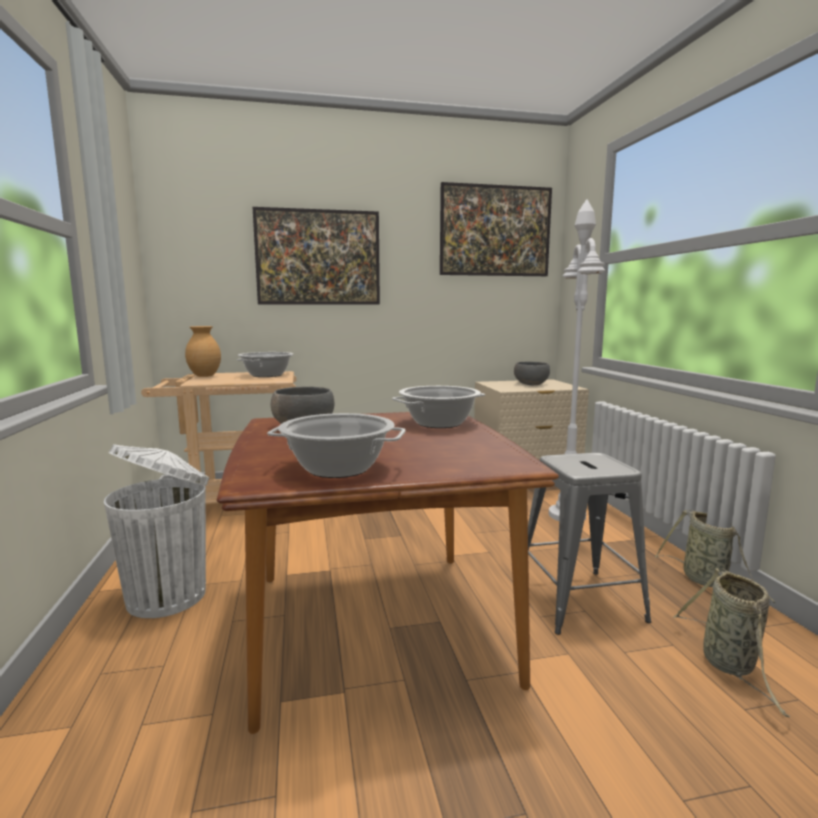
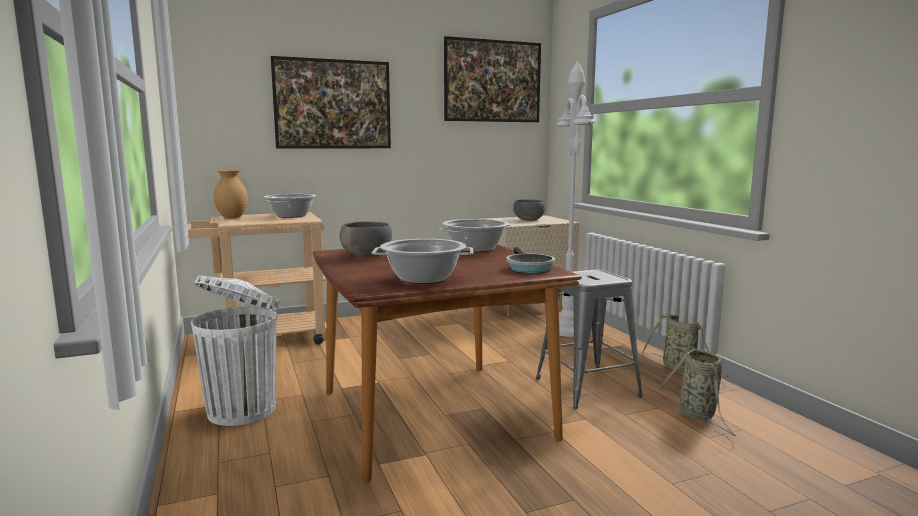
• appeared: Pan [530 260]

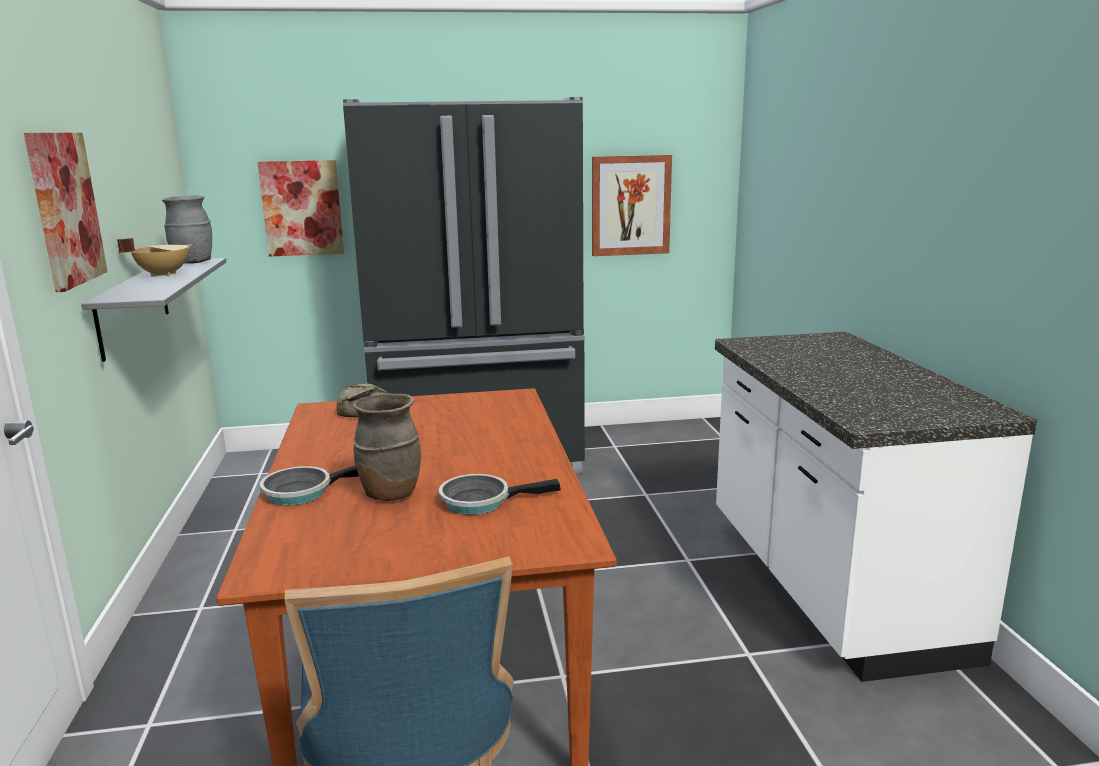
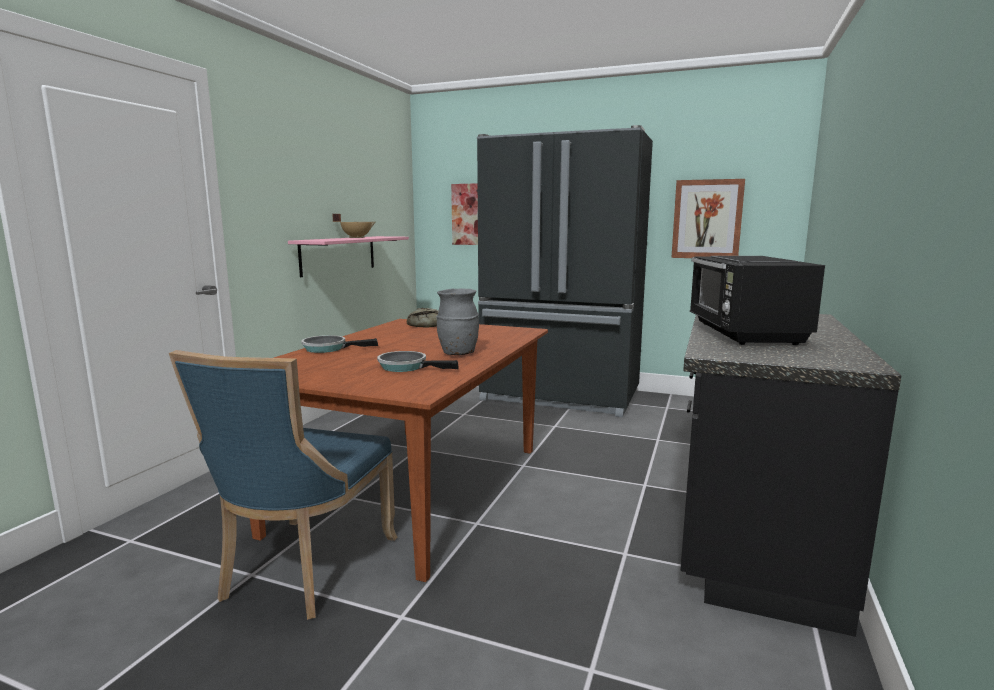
• missing: WallPicture [66 212]
• colour: GrayShelf [153 310] to PinkColouredShelf [348 256]
• relocated: GrayDecorativeVase [187 229] to [457 322]
• missing: BrownDecorativeVase [387 447]
• colour: WhiteColouredCounter [876 507] to BlackCounter [790 475]
• appeared: BlackMicrowaveOven [757 300]

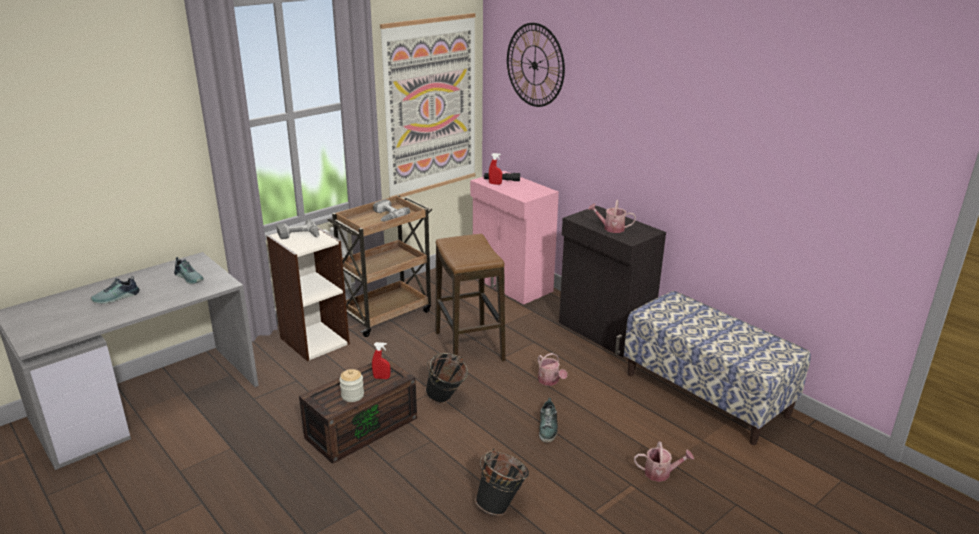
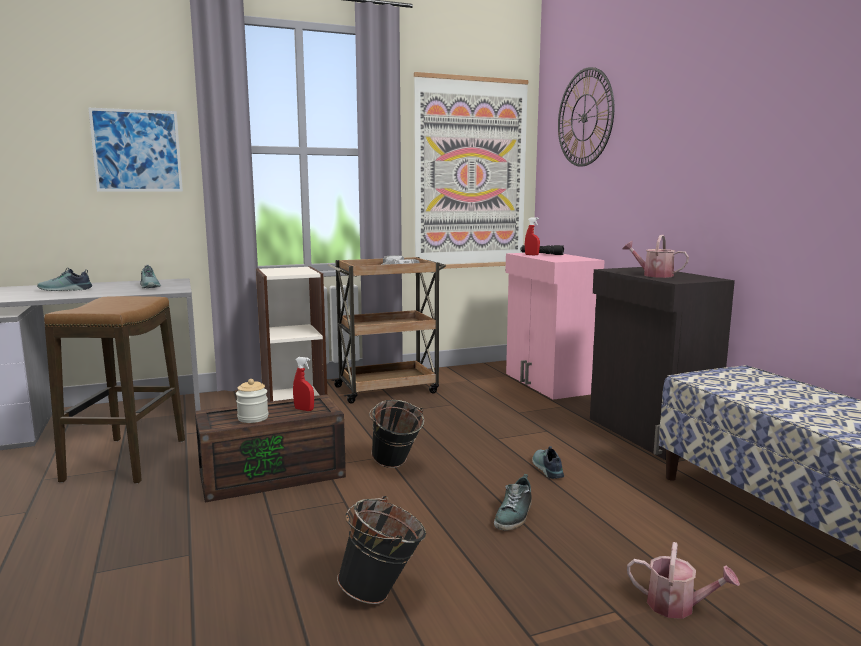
• missing: ElectricDrill [298 229]
• relocated: Stool [470 298] to [114 390]
• exchanged: SprinklingCan [552 369] to ItemOfFootwear [548 462]
• appeared: WallPicture [135 150]

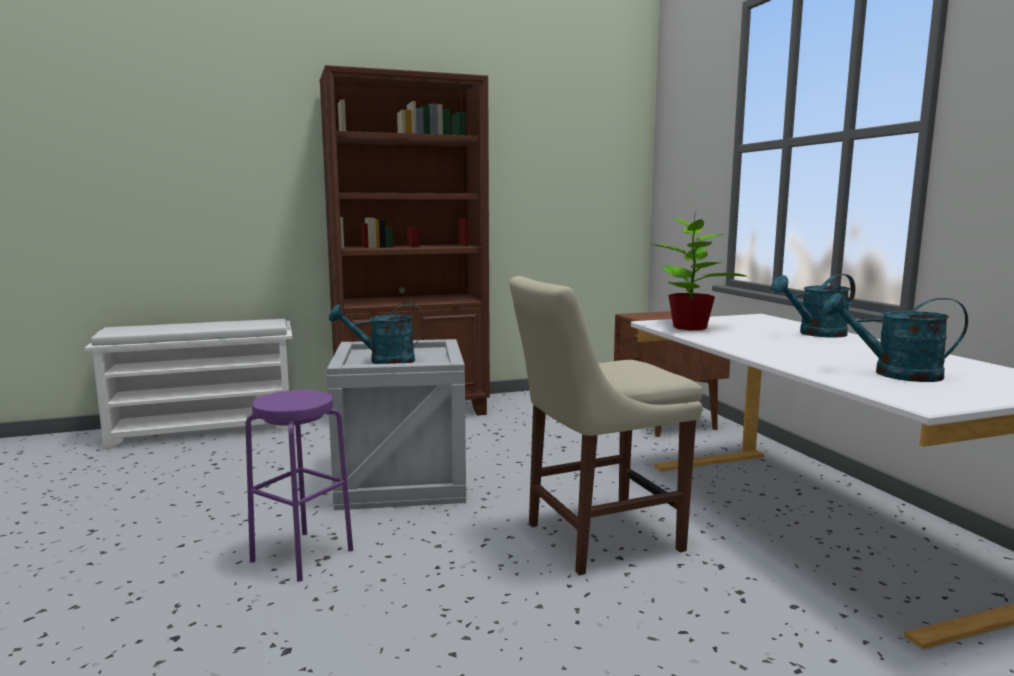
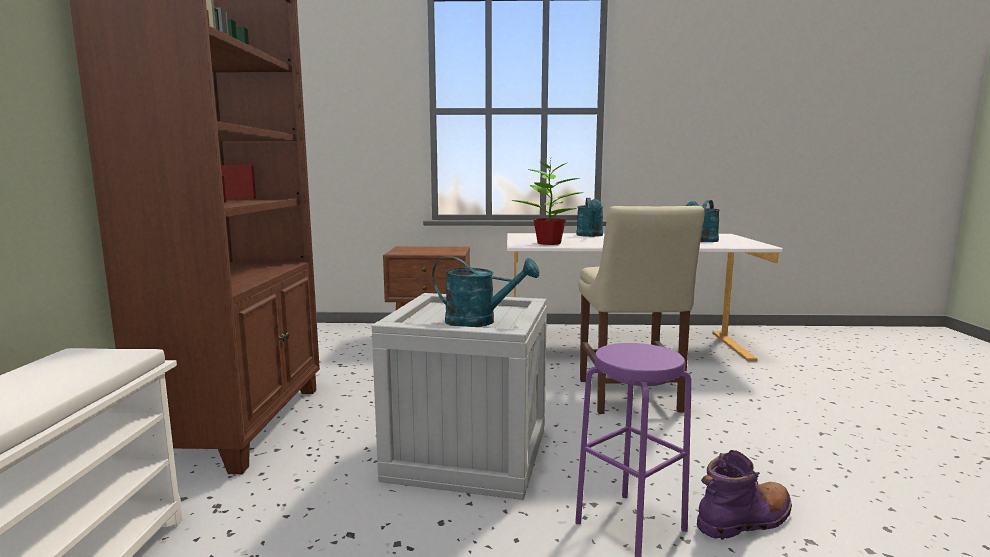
• spun: TurquoiseColouredSprinklingCan [377 334] = [485 291] 90 degrees counterclockwise
• appeared: PurplishHighTopBoot [744 495]

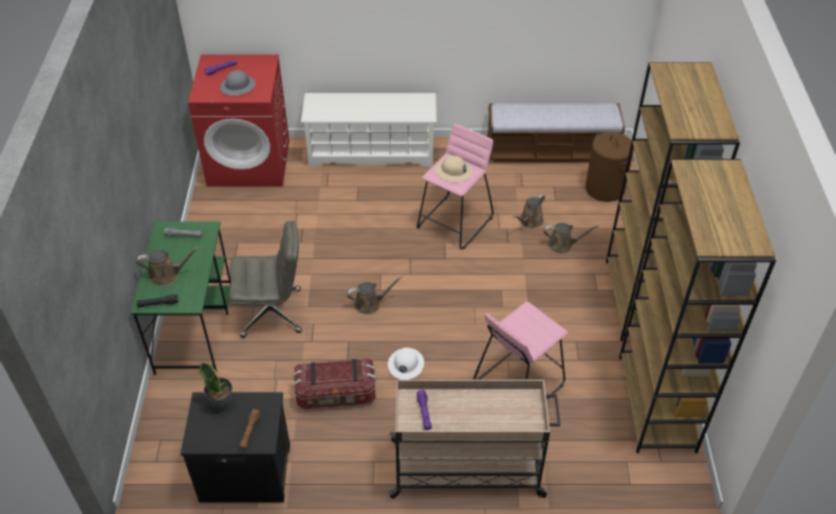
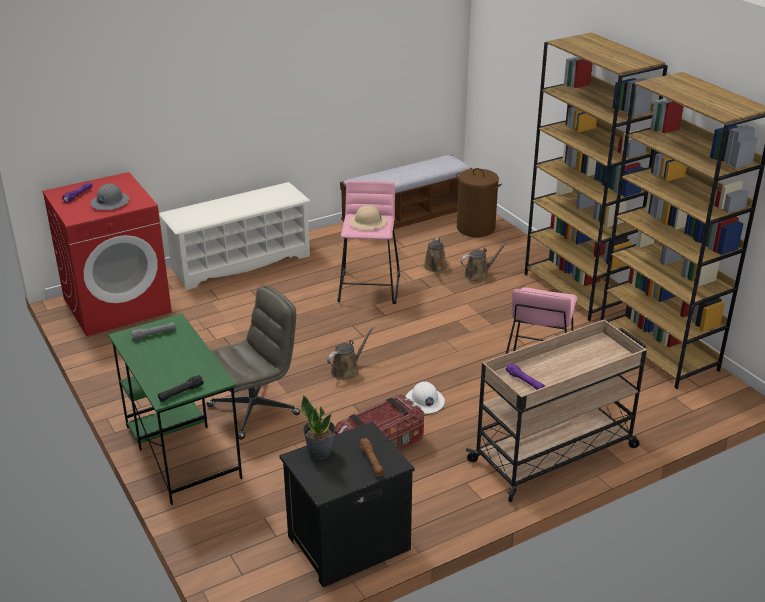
• missing: BrownSprinklingCan [167 266]

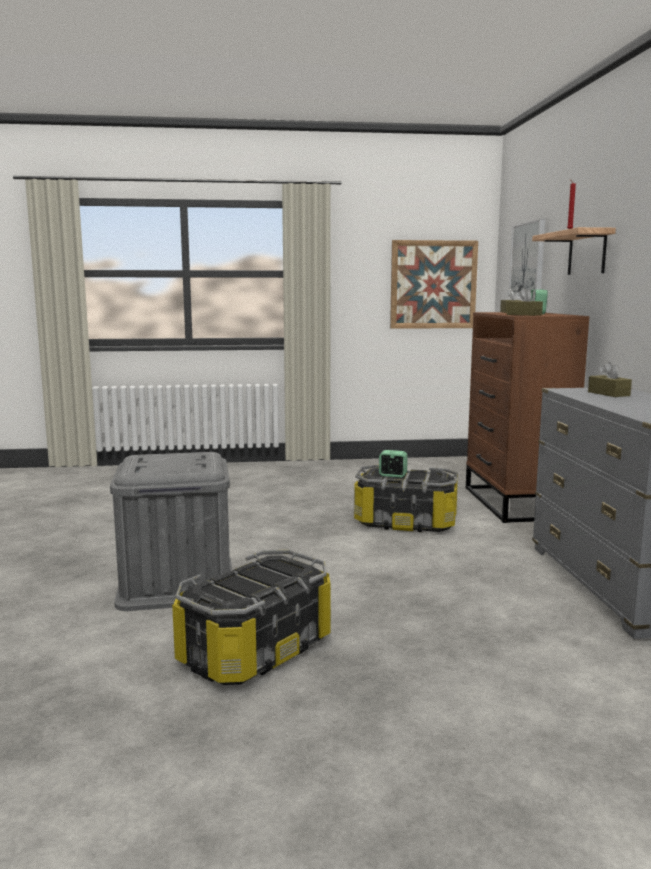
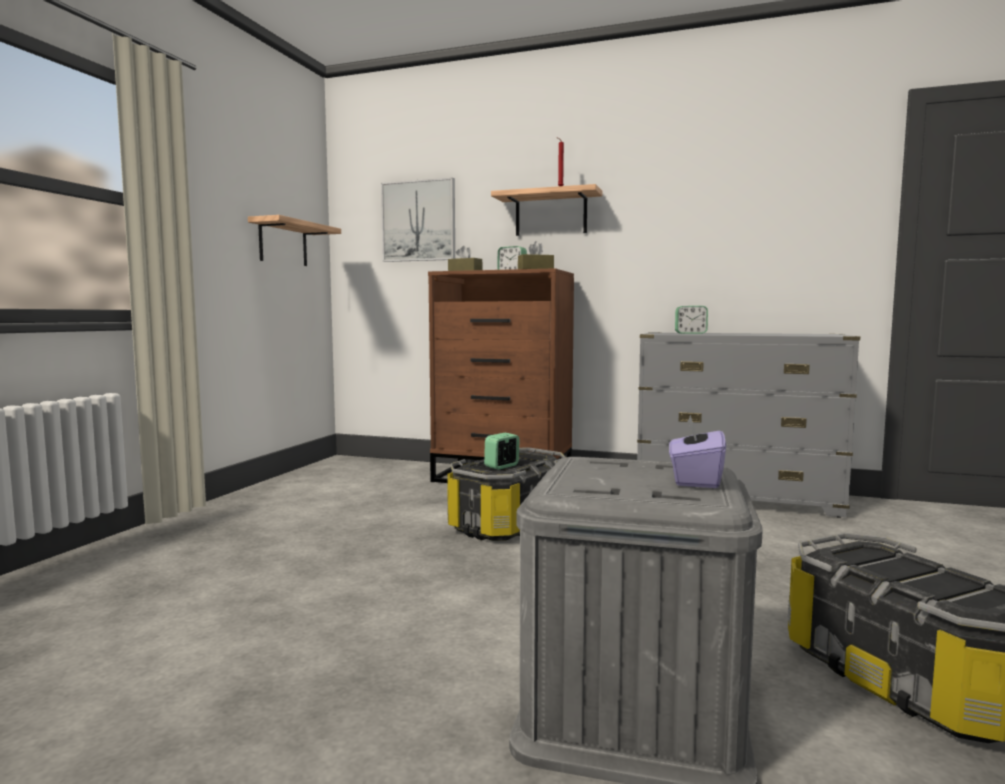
• exchanged: WallPicture [434 284] to Shelf [294 240]
• exchanged: BrownTissueHolder [610 379] to AlarmClock [691 320]
• appeared: PurplishTissueHolder [697 451]

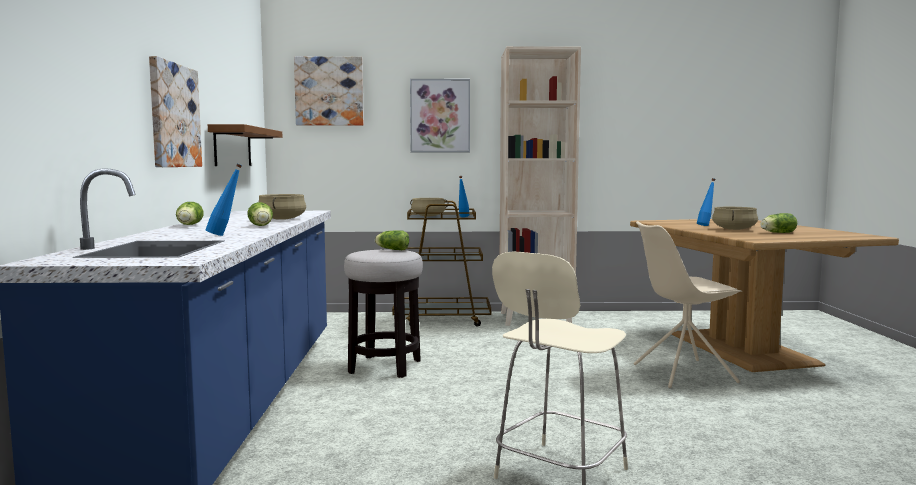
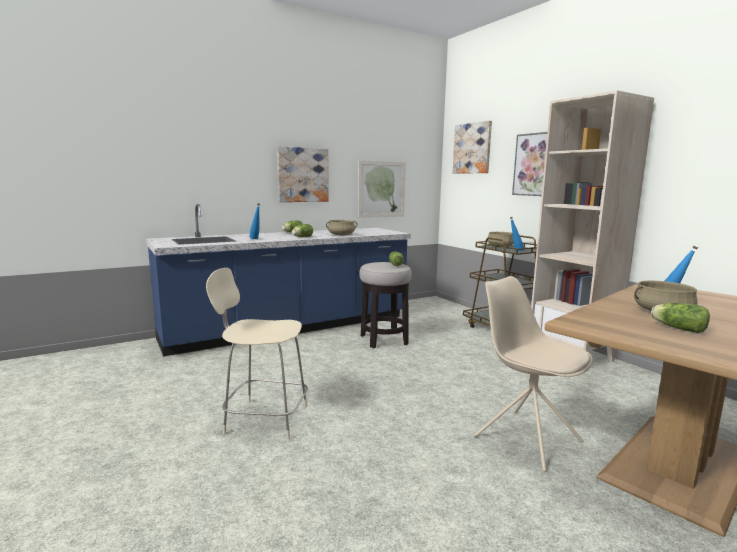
• exchanged: BrownShelf [245 145] to WallPicture [382 189]

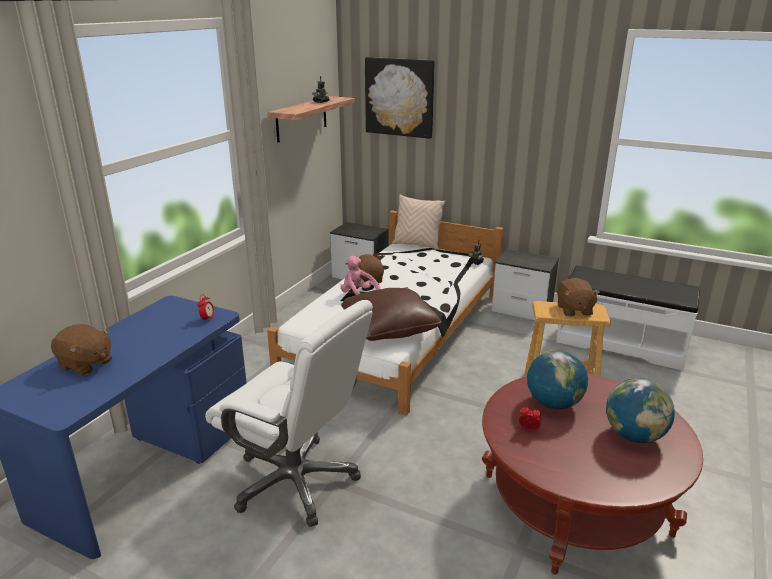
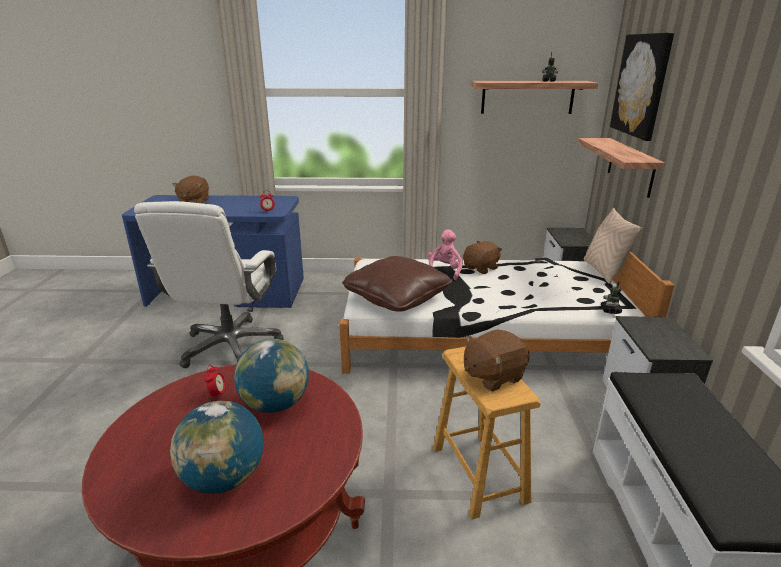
• appeared: Shelf [621 168]

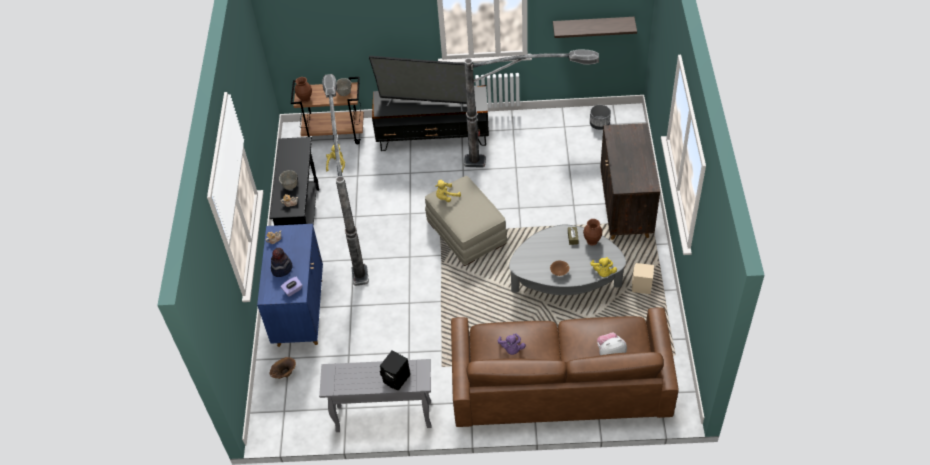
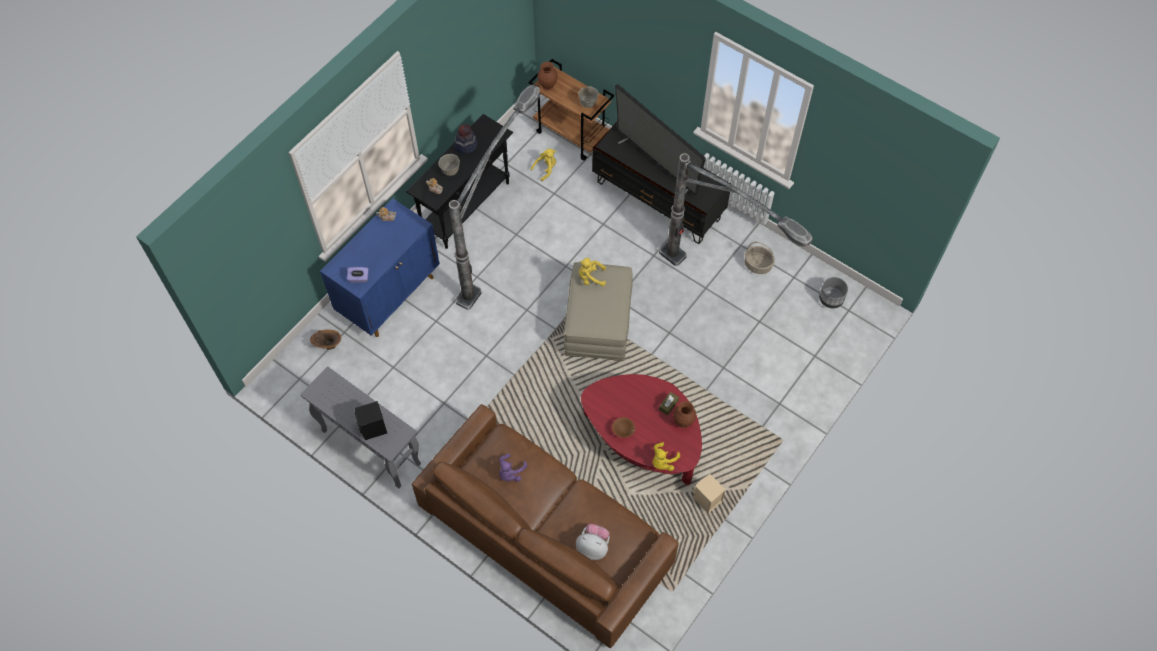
• relocated: Hat [282 262] to [466 139]
• colour: GrayLowTable [567 259] to RedLowTable [641 429]
• missing: Shelf [595 27]
• missing: BrownCabinet [630 181]
• appeared: Basket [760 258]

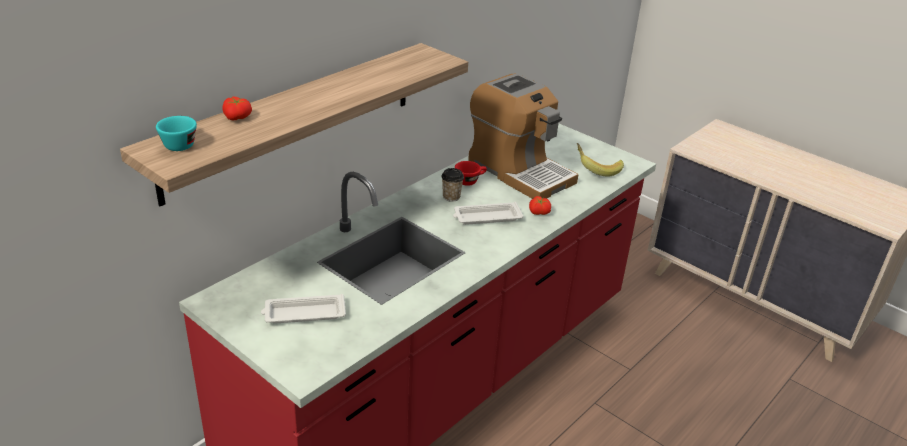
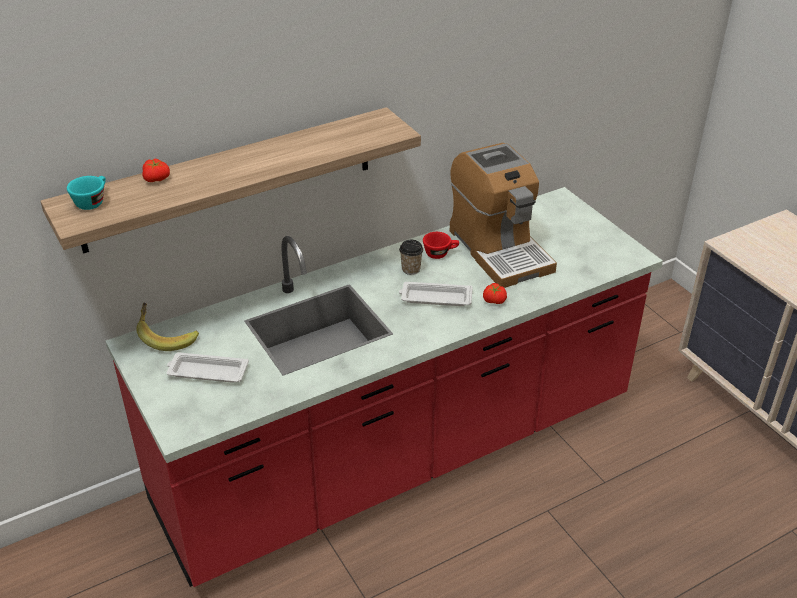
• relocated: Banana [600 160] to [167 327]

